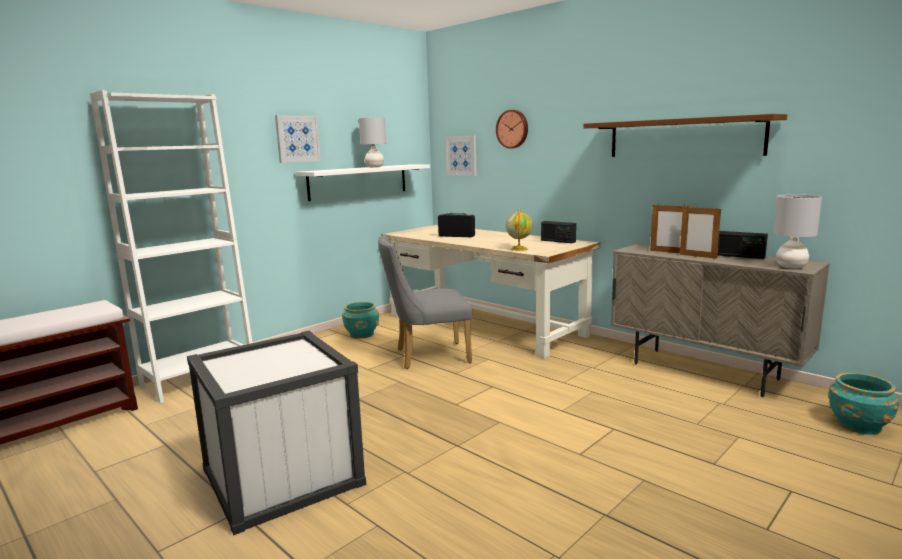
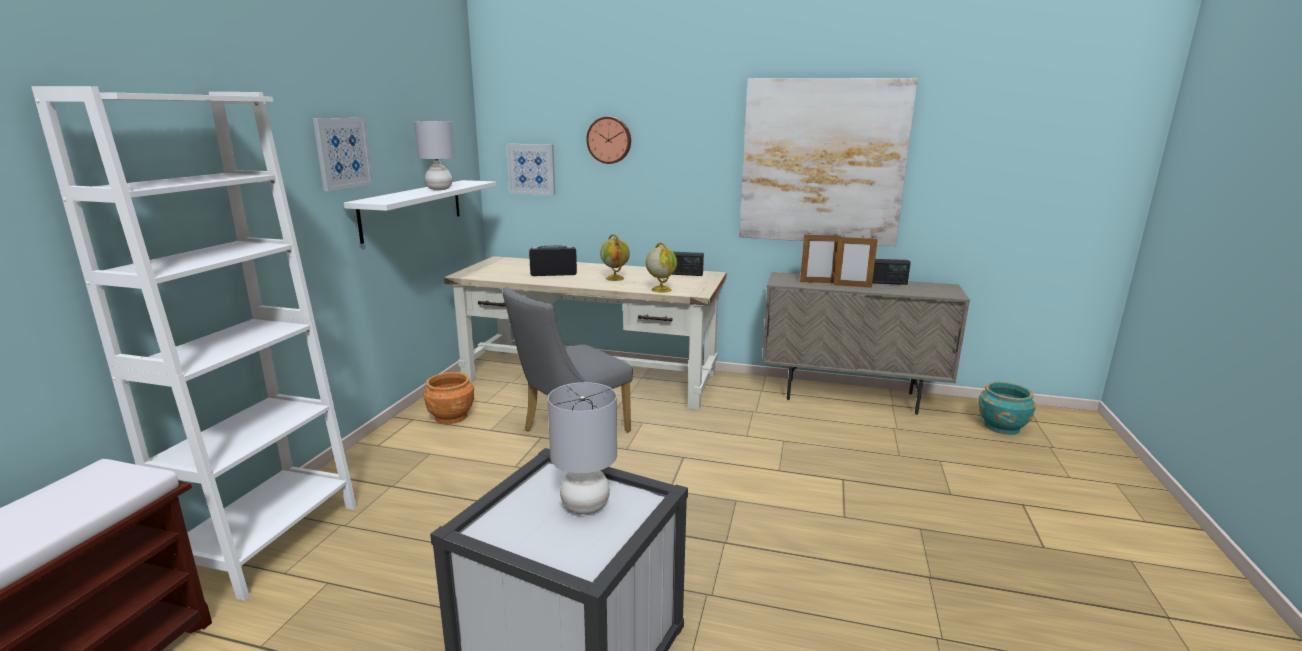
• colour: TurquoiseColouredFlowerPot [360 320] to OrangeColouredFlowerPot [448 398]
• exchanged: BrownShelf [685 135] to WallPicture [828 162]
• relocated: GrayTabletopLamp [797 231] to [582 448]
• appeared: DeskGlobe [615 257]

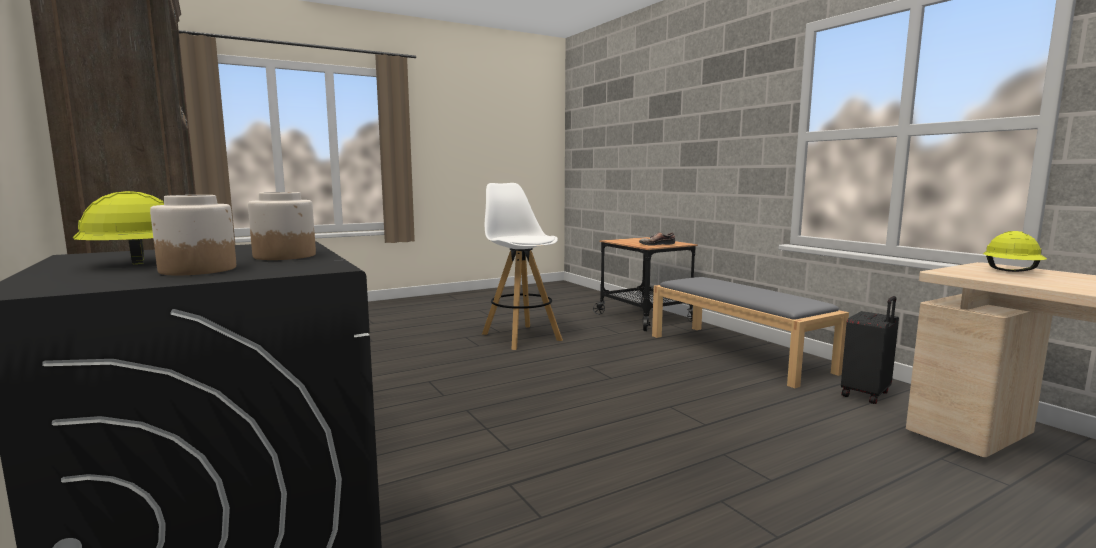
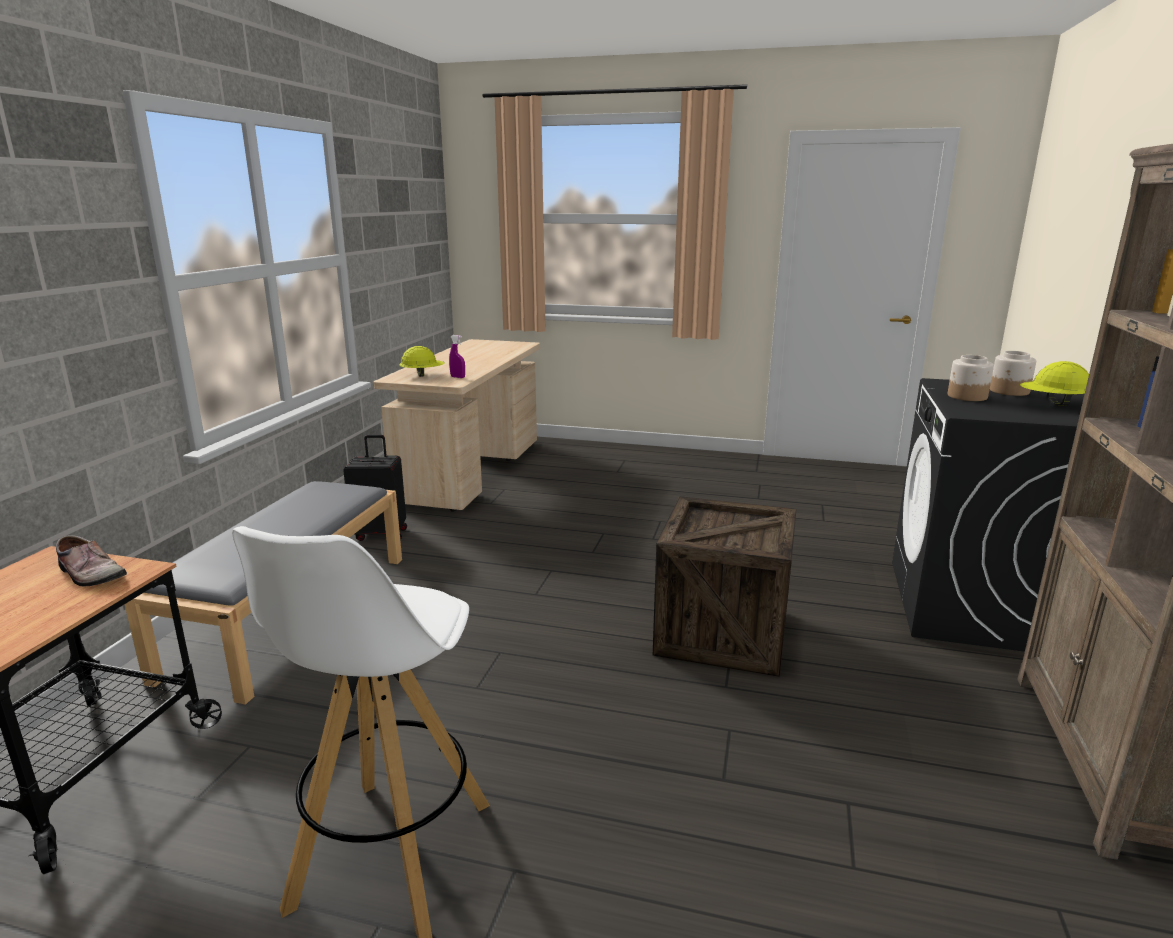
• appeared: PurplishSprayer [457 356]
• appeared: PackingCrate [724 586]

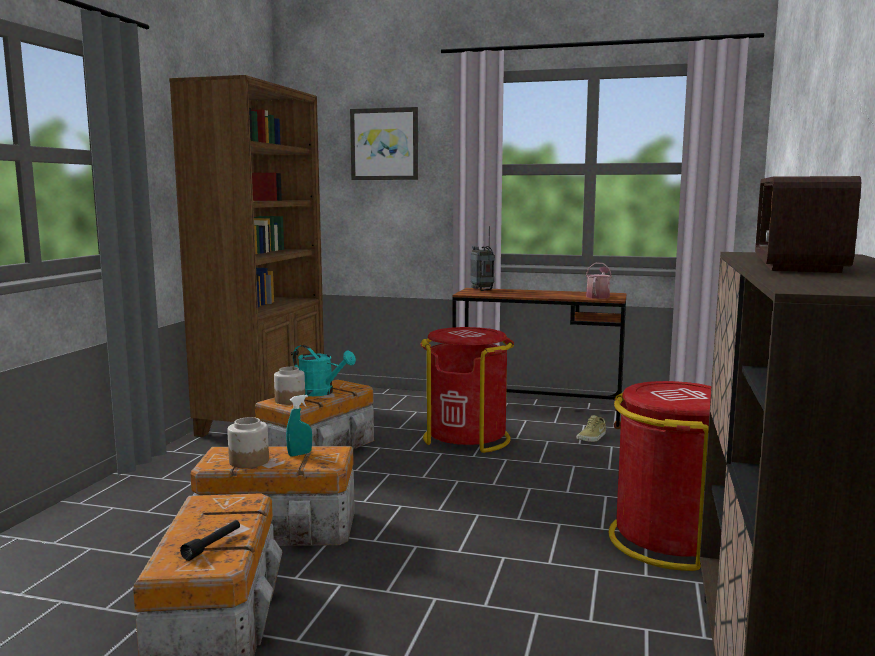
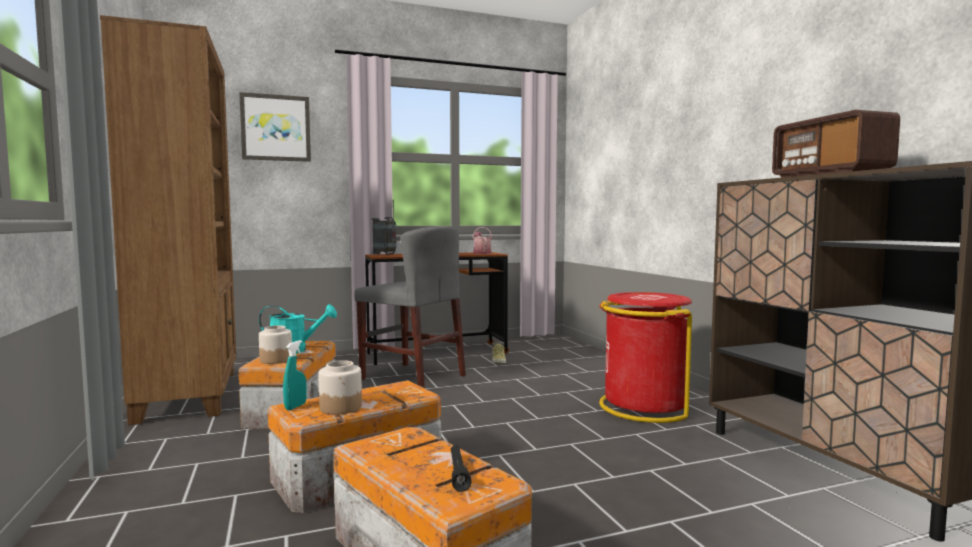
• relocated: TurquoiseColouredSprayer [299 426] to [295 375]
• exchanged: RedRubbishBin [467 390] to GrayUprightChair [410 307]

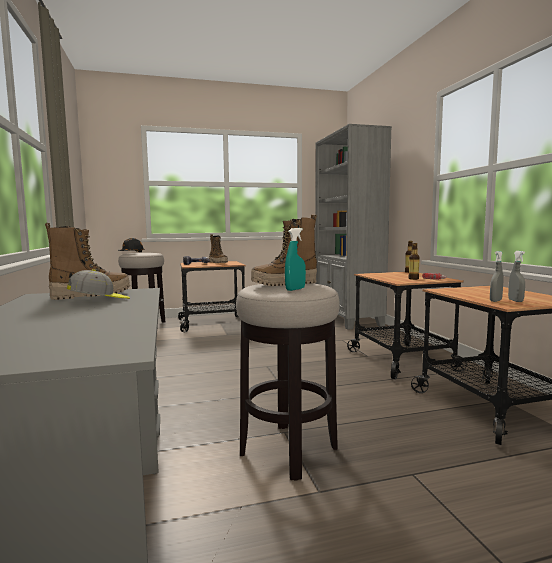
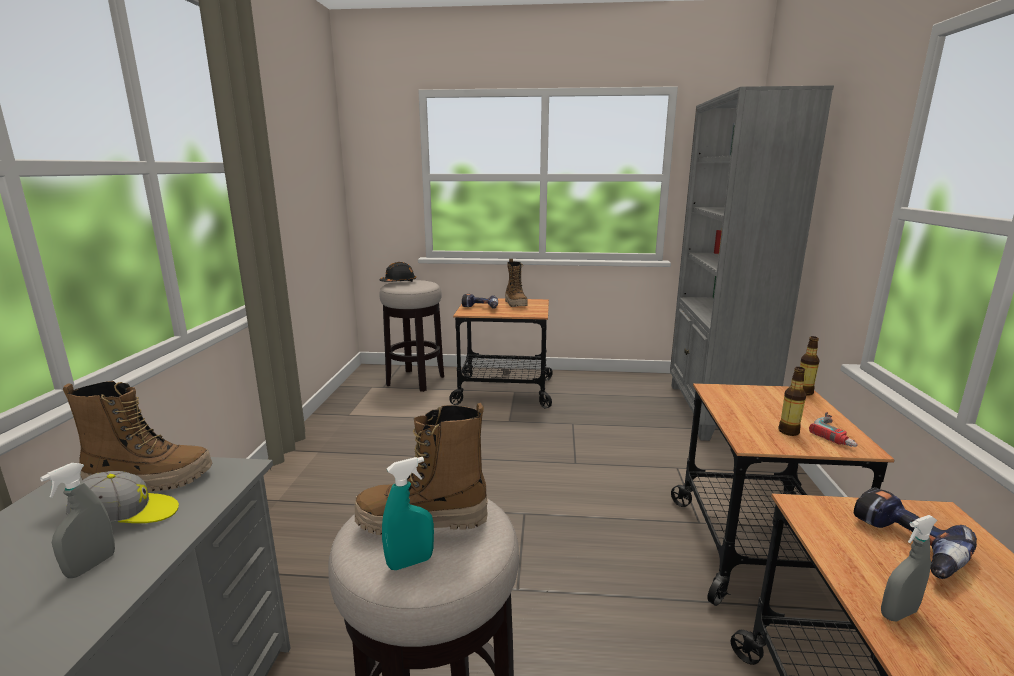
• relocated: GraySprayer [516 276] to [77 520]
• appeared: ElectricDrill [915 533]

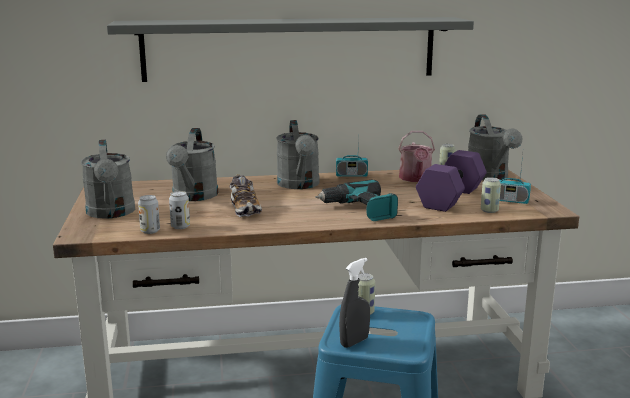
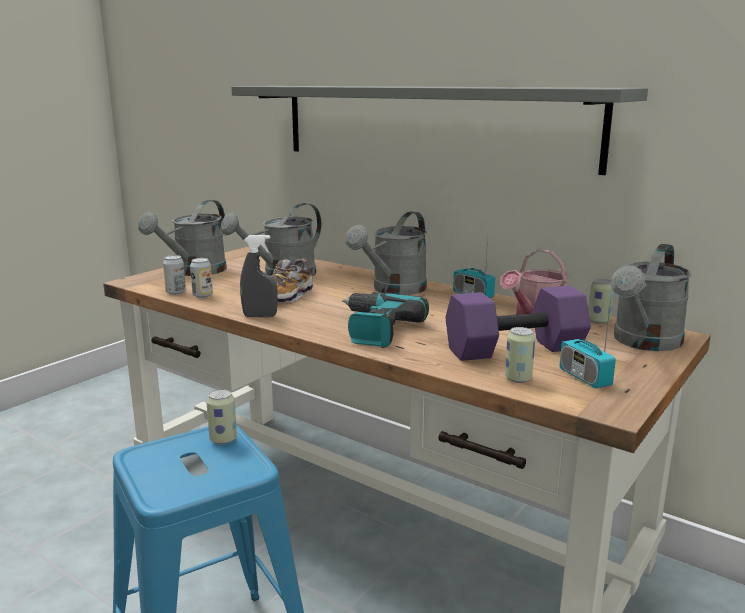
• relocated: GraySprayer [354 303] to [259 276]

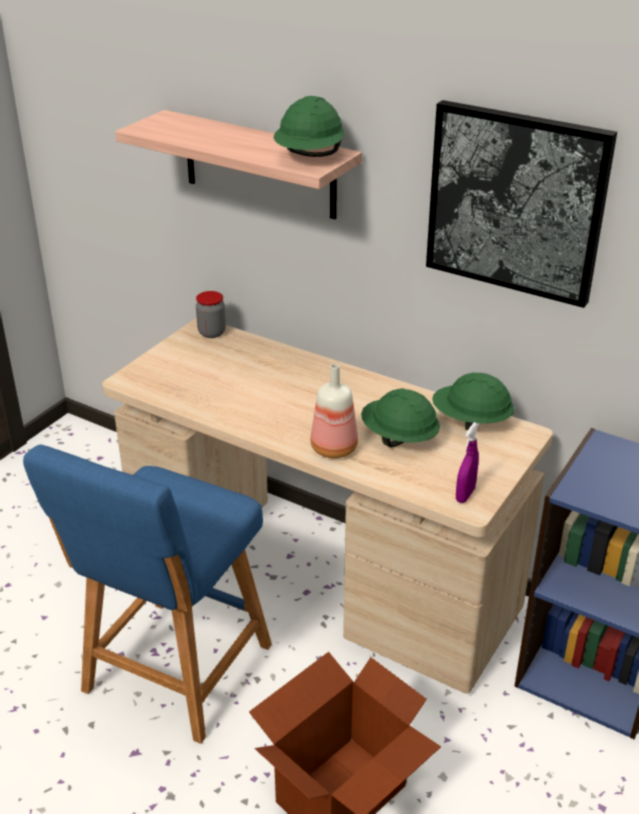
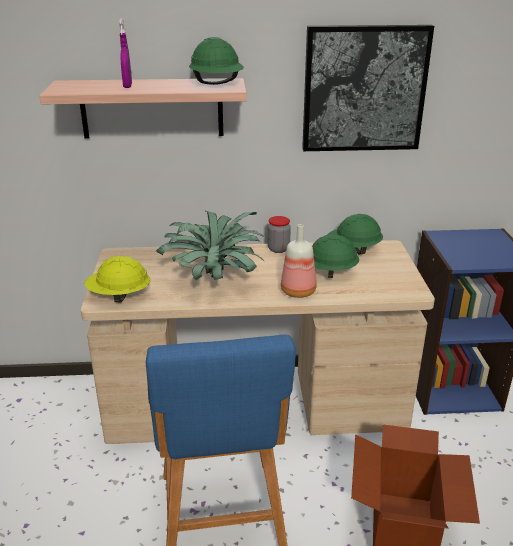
• relocated: StorageJar [211 314] to [279 234]
• relocated: PurplishSprayer [467 462] to [125 53]
• appeared: YellowWorkHelmet [117 279]
• appeared: PottedPlant [211 245]

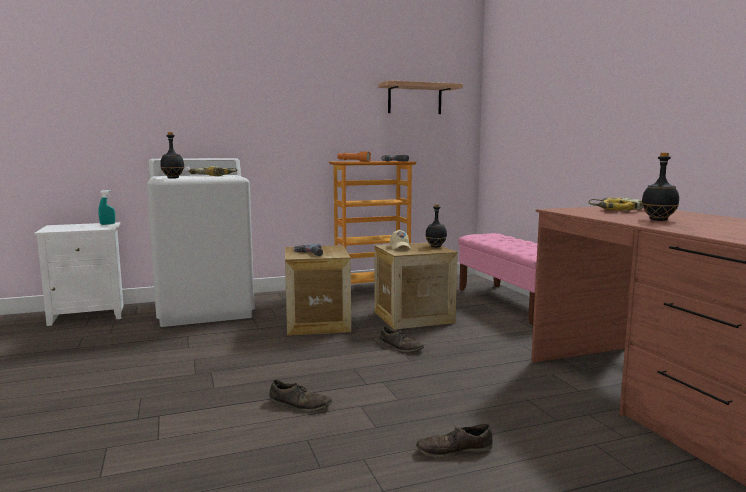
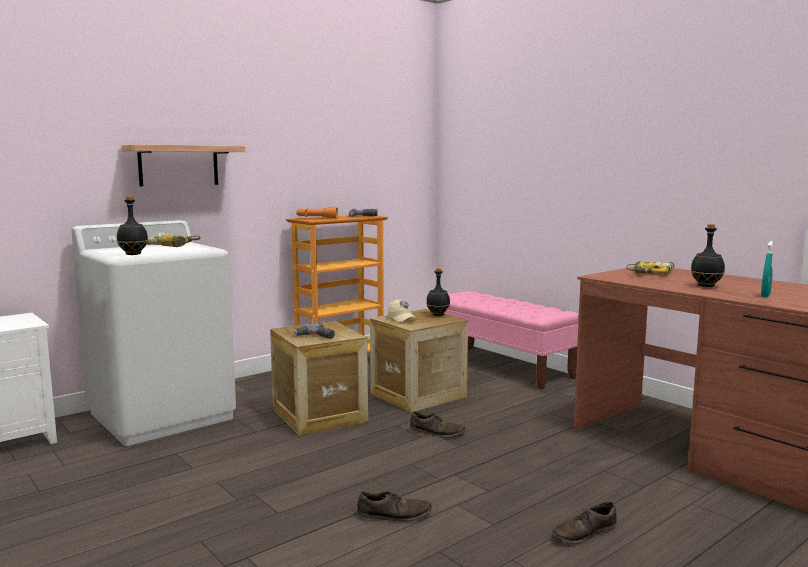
• relocated: TurquoiseColouredSprayer [107 207] to [767 269]
• relocated: Shelf [420 97] to [183 165]

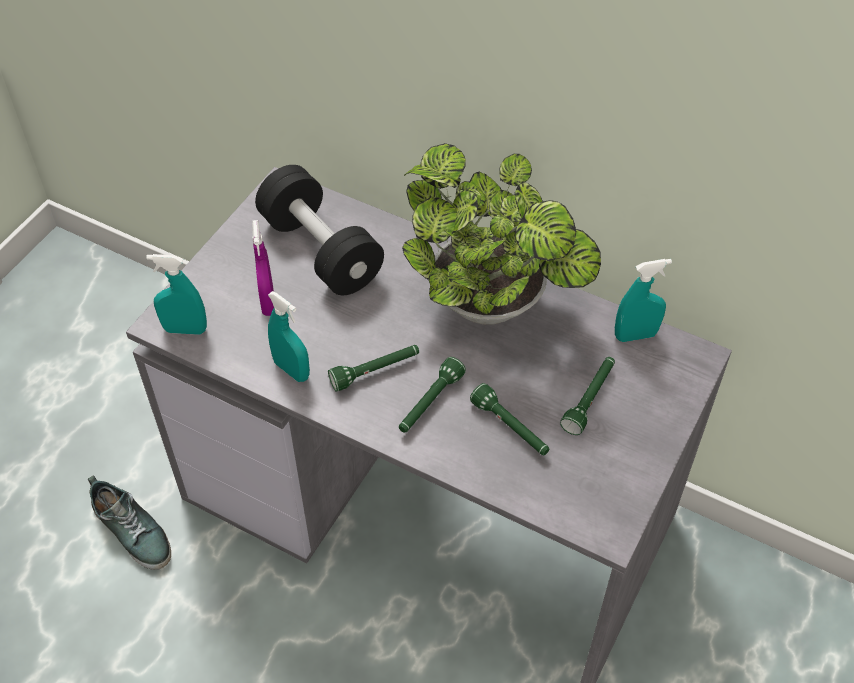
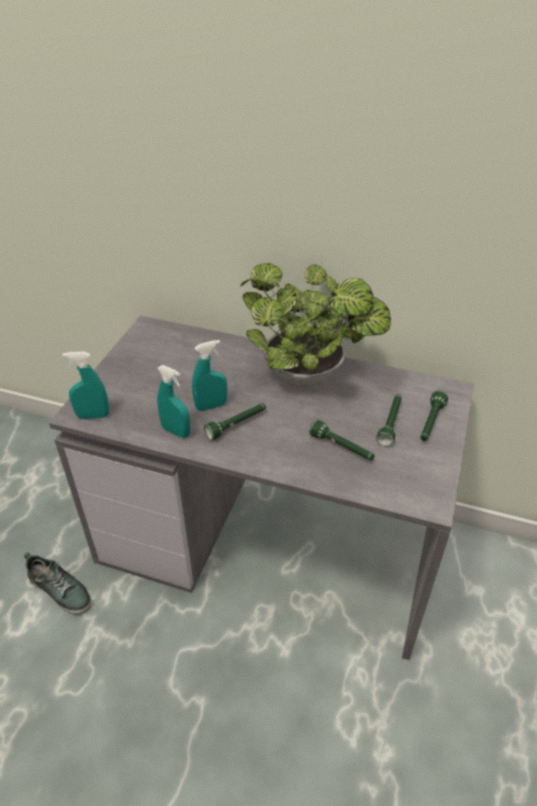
• missing: PurplishSprayer [263 268]
• missing: BlackHandWeight [319 230]
• relocated: GreenHandTorch [432 395] to [434 415]
• relocated: TurquoiseColouredSprayer [643 300] to [209 375]

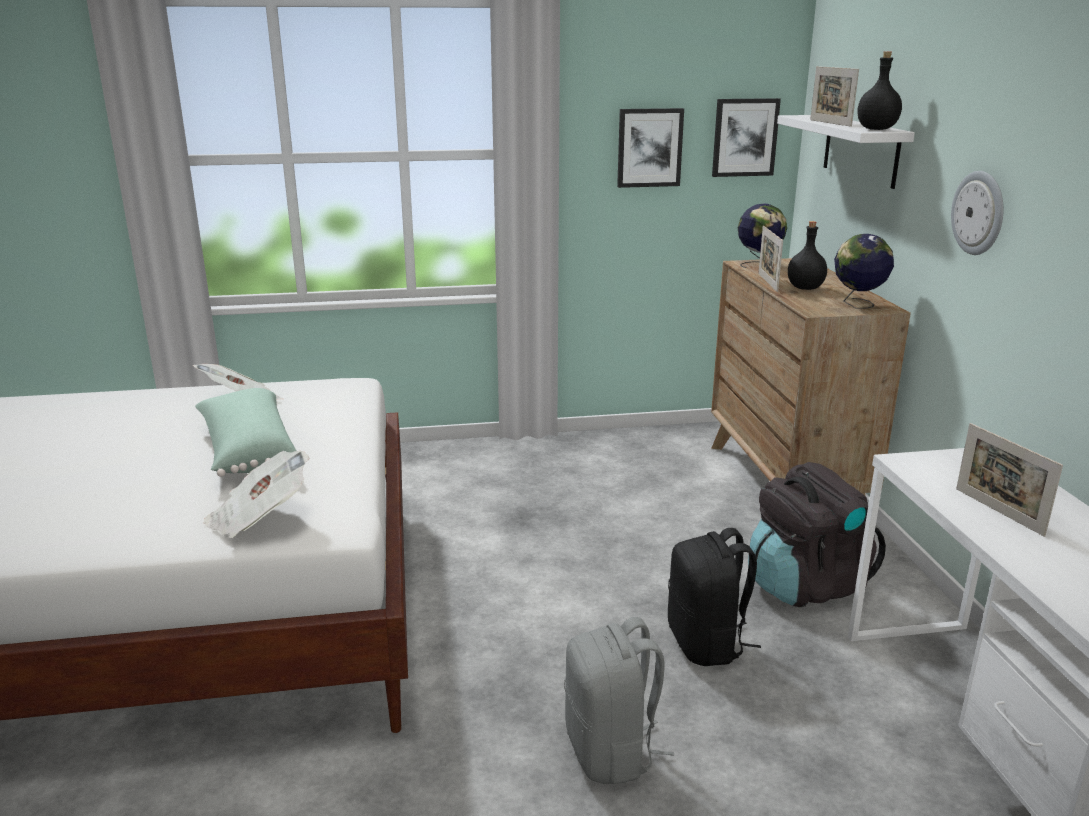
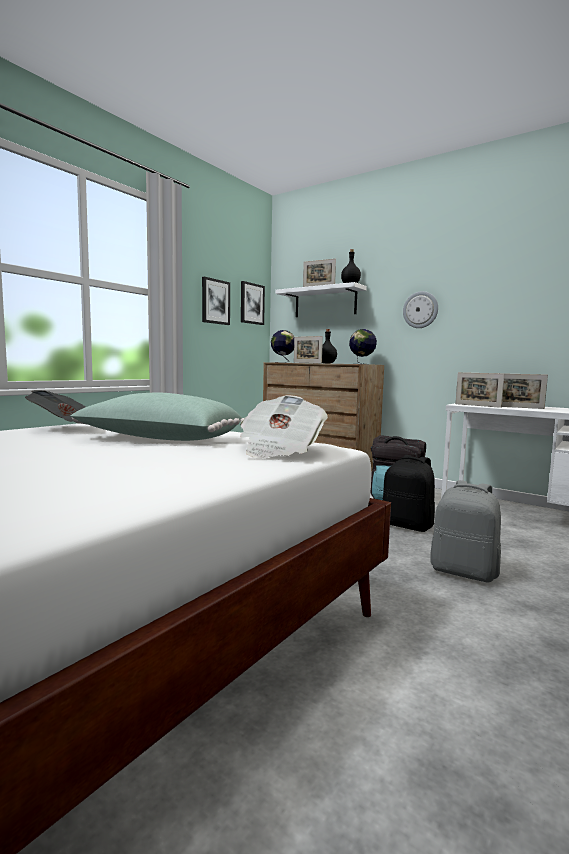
• appeared: PictureFrame [479 390]

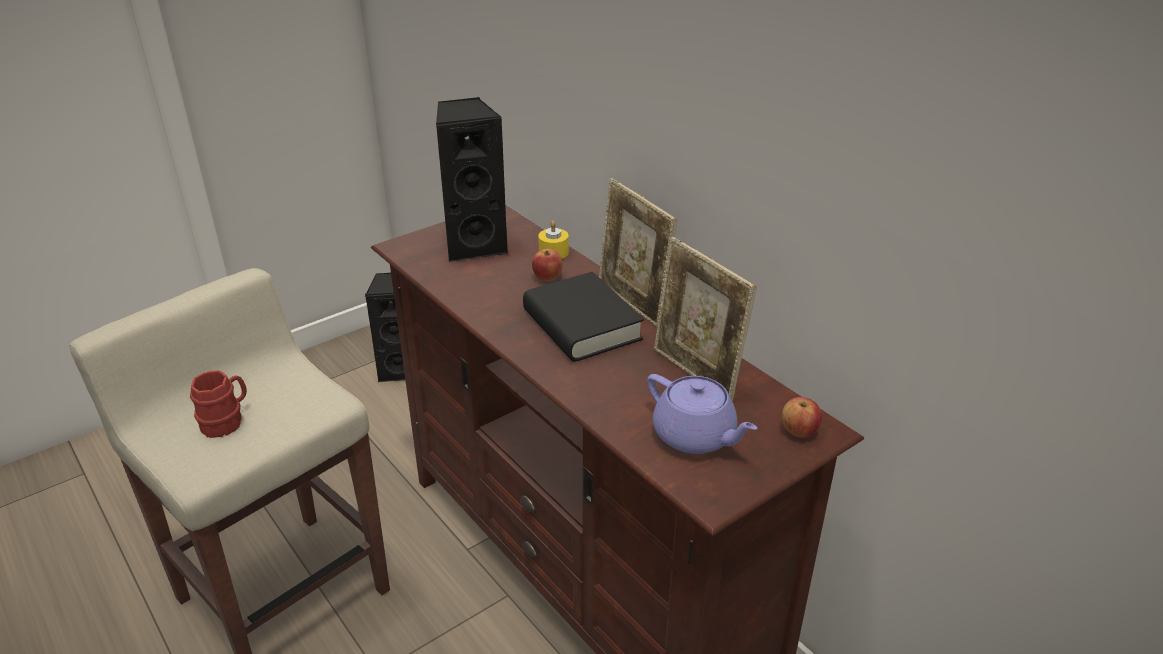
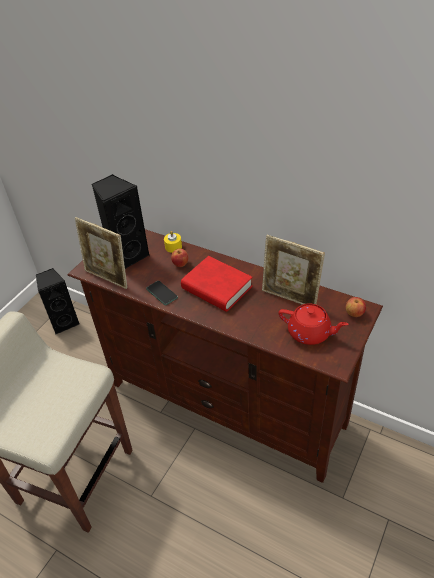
• missing: RedTeaMug [218 404]
• colour: BlackBook [583 317] to RedBook [217 284]
• relocated: PictureFrame [638 252] to [101 253]
• colour: PurplishTeaPot [702 414] to RedTeaPot [313 324]
• appeared: Phone [162 293]

